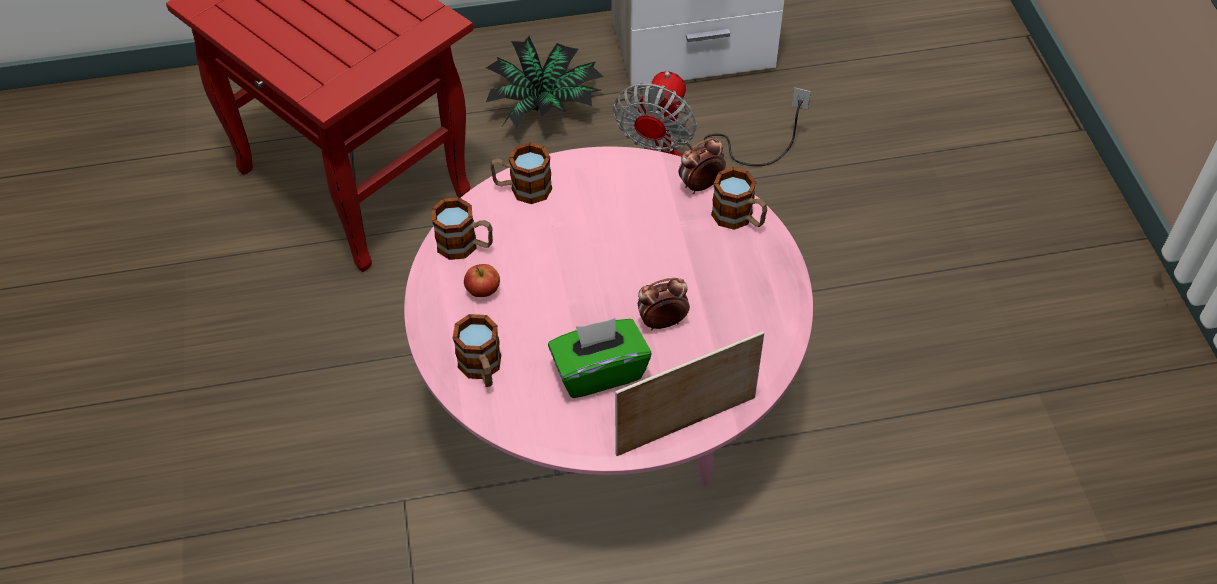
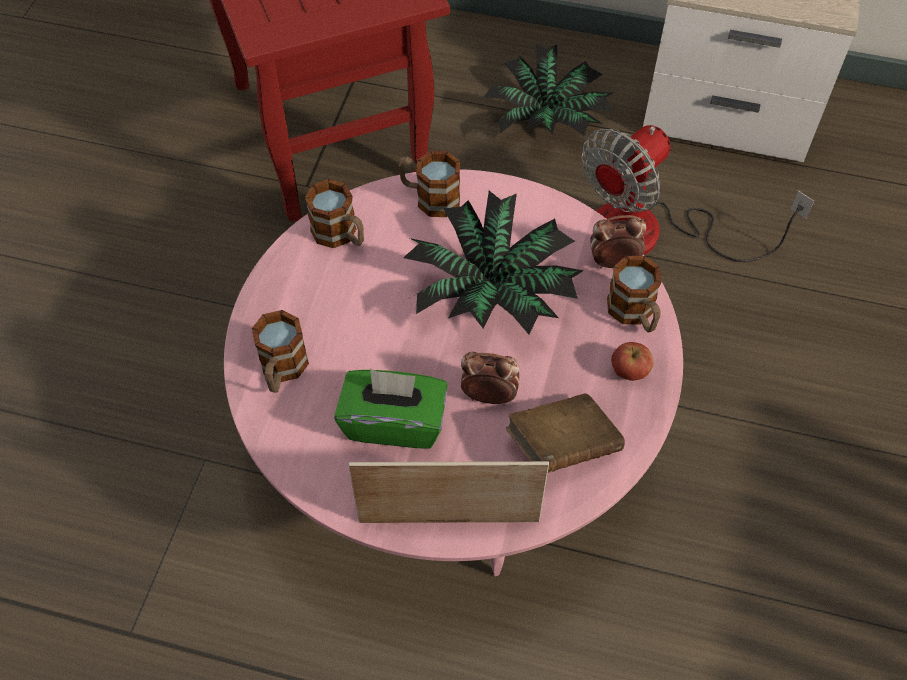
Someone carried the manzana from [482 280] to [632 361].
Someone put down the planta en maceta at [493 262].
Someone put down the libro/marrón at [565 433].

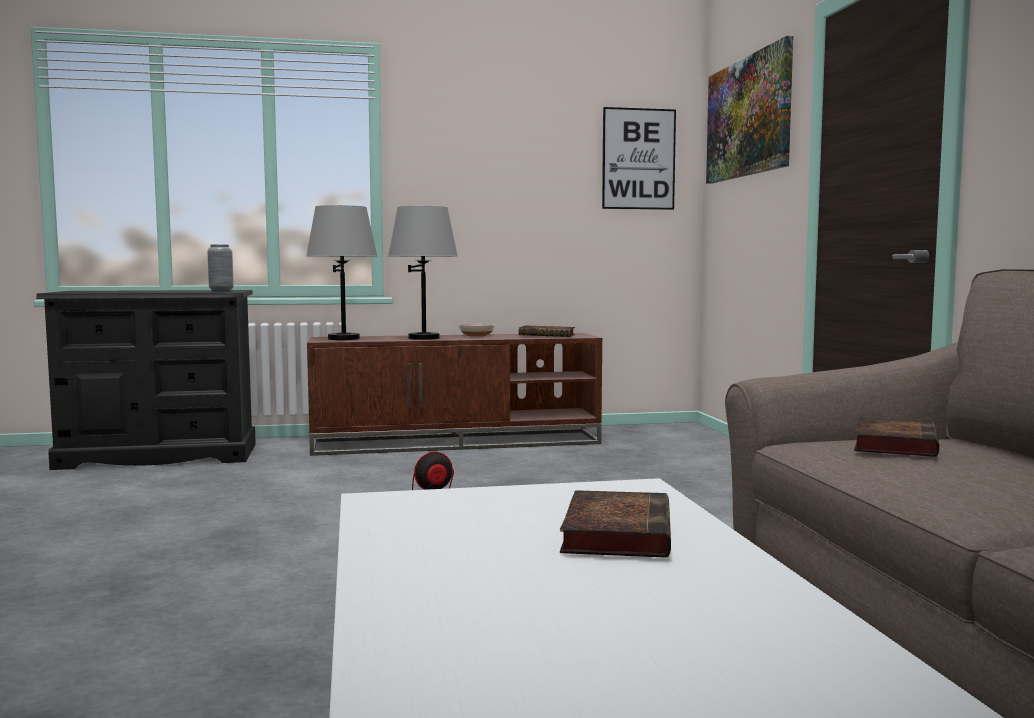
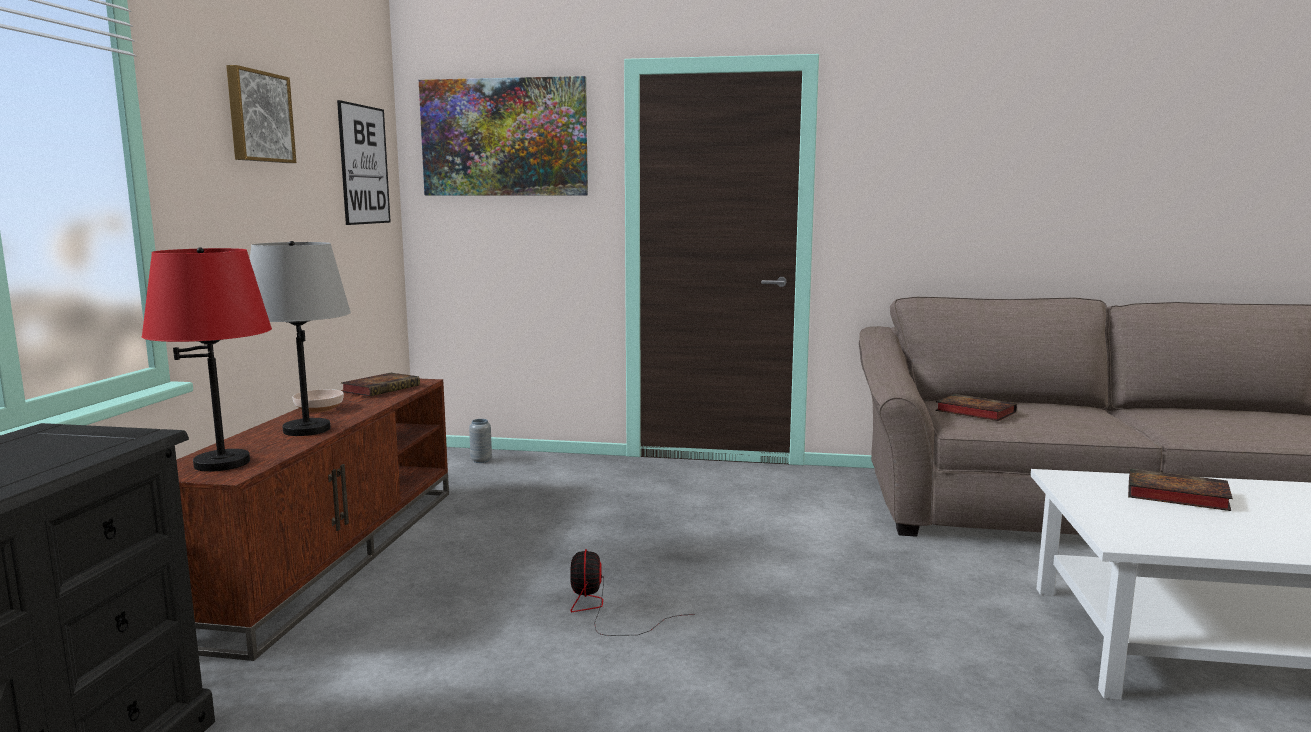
Someone carried the florero/gris from [220 268] to [480 441].
Someone repainted the lámpara de mesa/gris at [341 272], which became the lámpara de mesa/rojo at [207 360].
Someone put up the cuadro at [261 114].

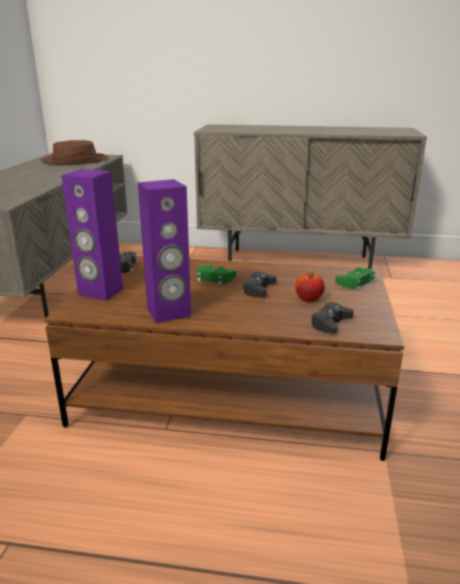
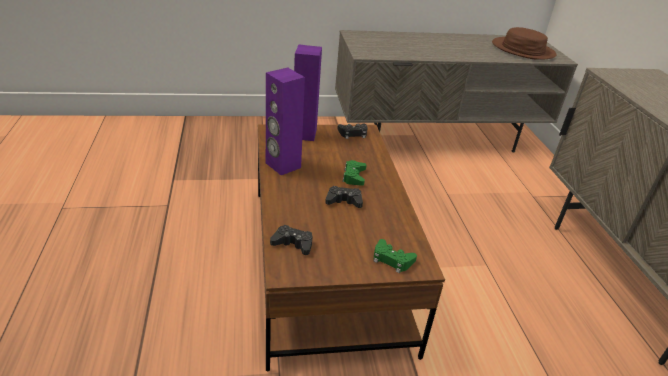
Someone took away the manzana at [310 286].

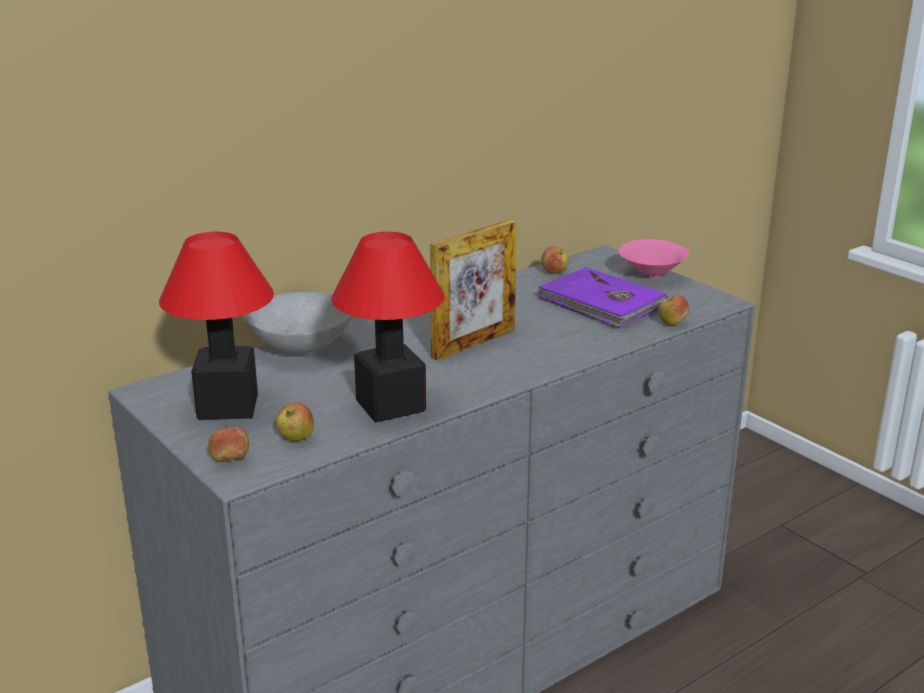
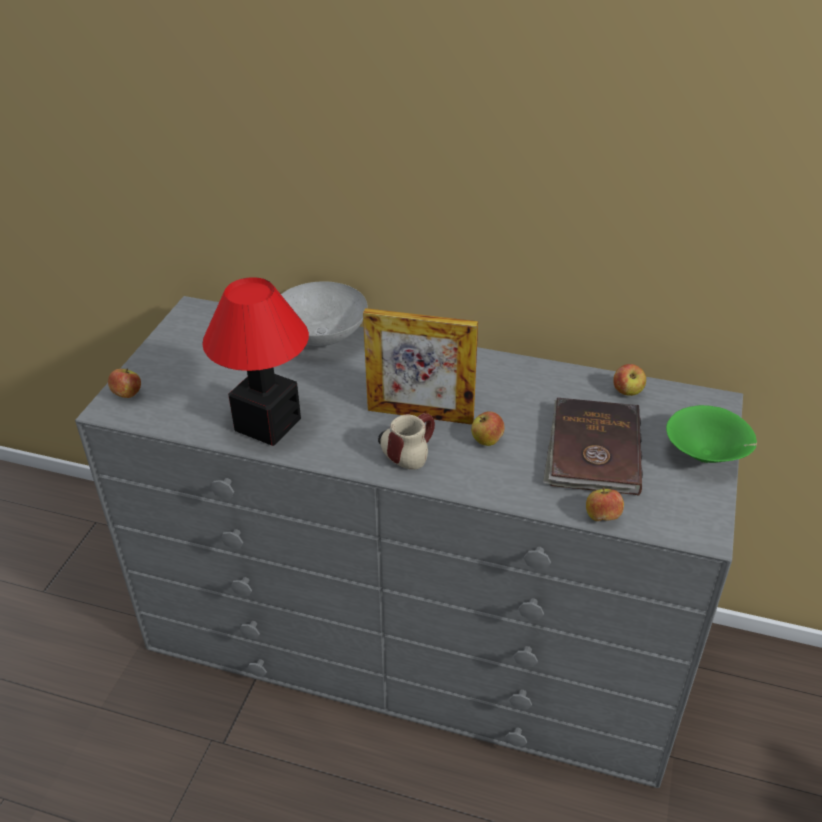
Someone took away the lámpara de mesa at [216 326].
Someone carried the manzana from [295 421] to [488 428].
Someone repainted the libro/morado at [602 297], which became the libro/marrón at [593 447].
Someone repainted the cuenco/rosa at [654 259], which became the cuenco/verde at [711 434].
Someone put down the taza grande at [406 441].

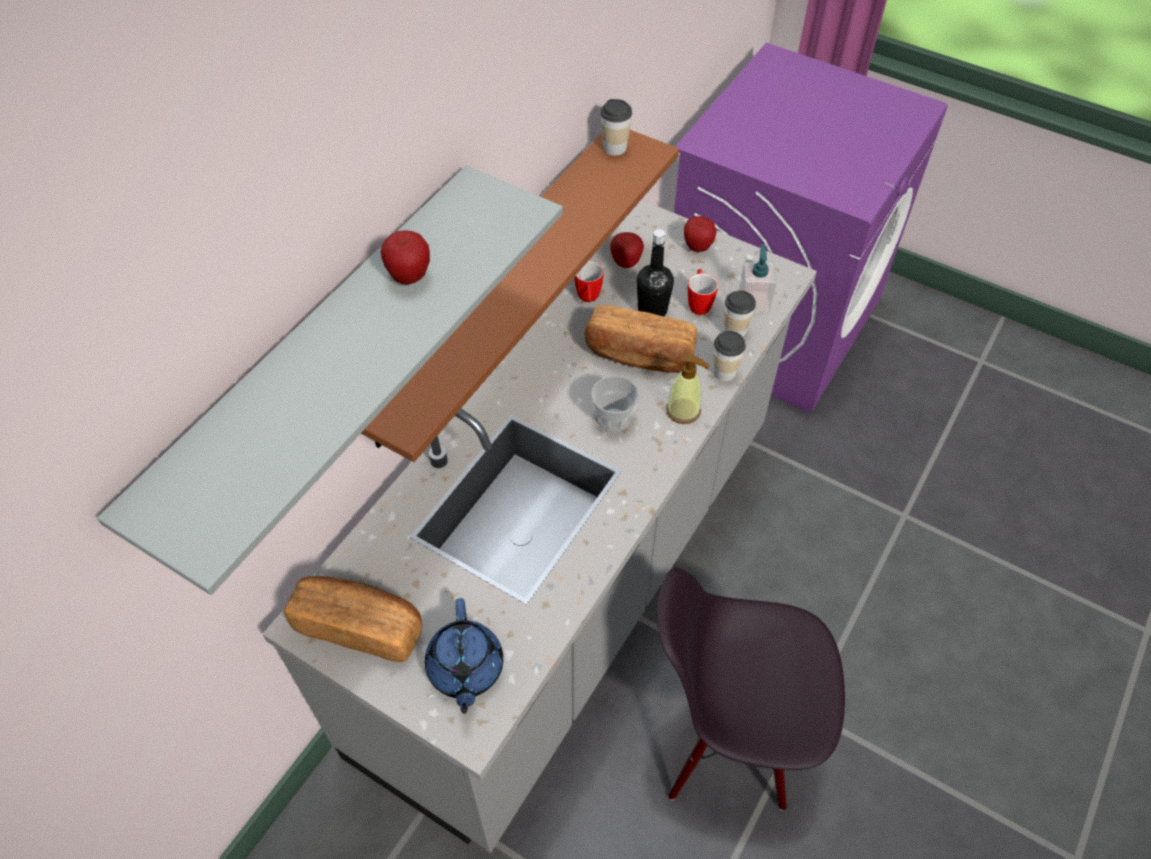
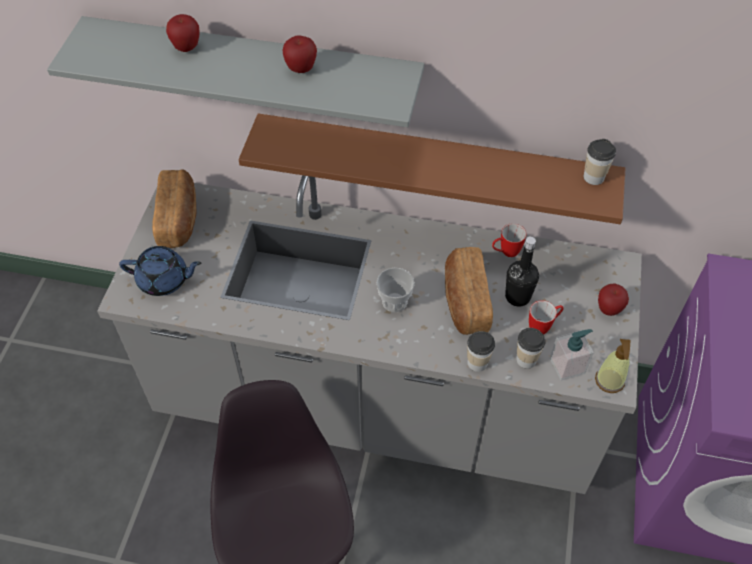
Someone rotated the tetera/azul at [464 656] by 150 degrees counterclockwise.
Someone carried the manzana from [627 250] to [183 33].
Someone carried the dispensador de jabón from [688 388] to [612 366].

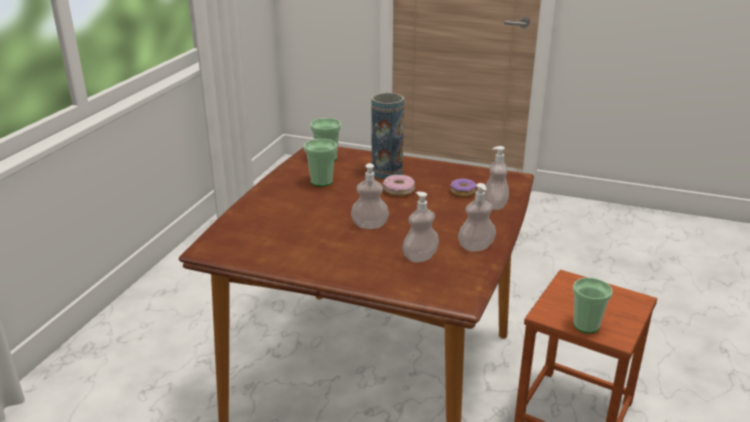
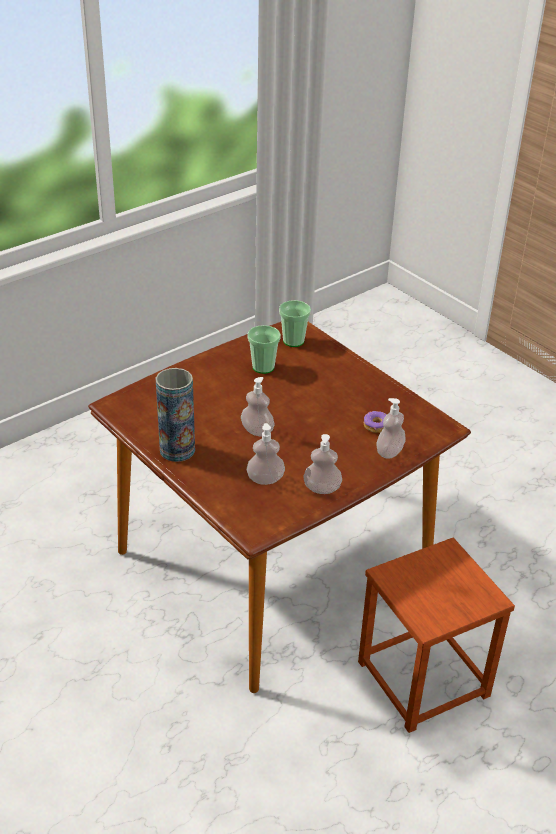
Someone carried the florero from [388 136] to [175 415].
Someone took away the rosquilla at [399 185].
Someone took away the taza at [593 305].

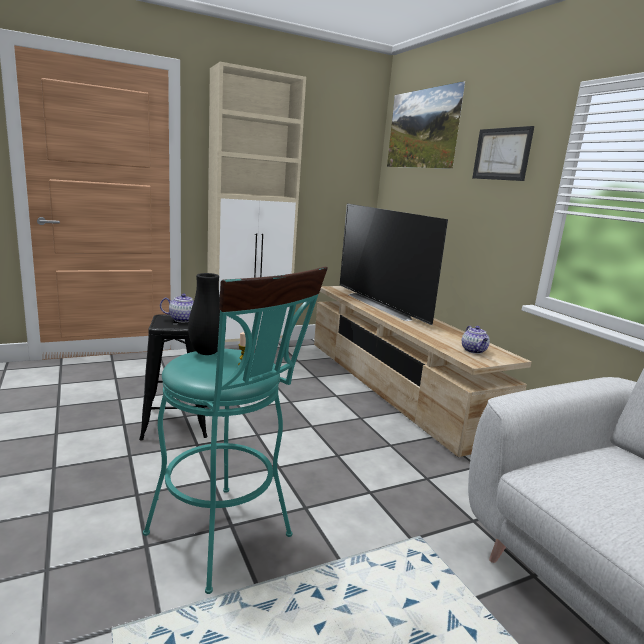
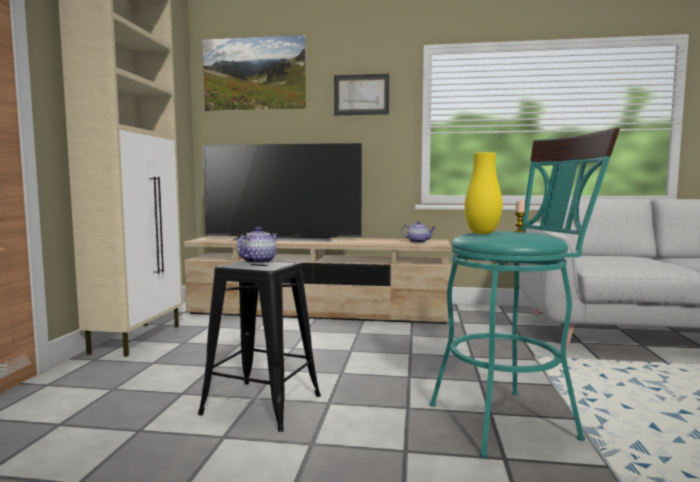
Someone repainted the florero/negro at [207 314], which became the florero/amarillo at [483 193].

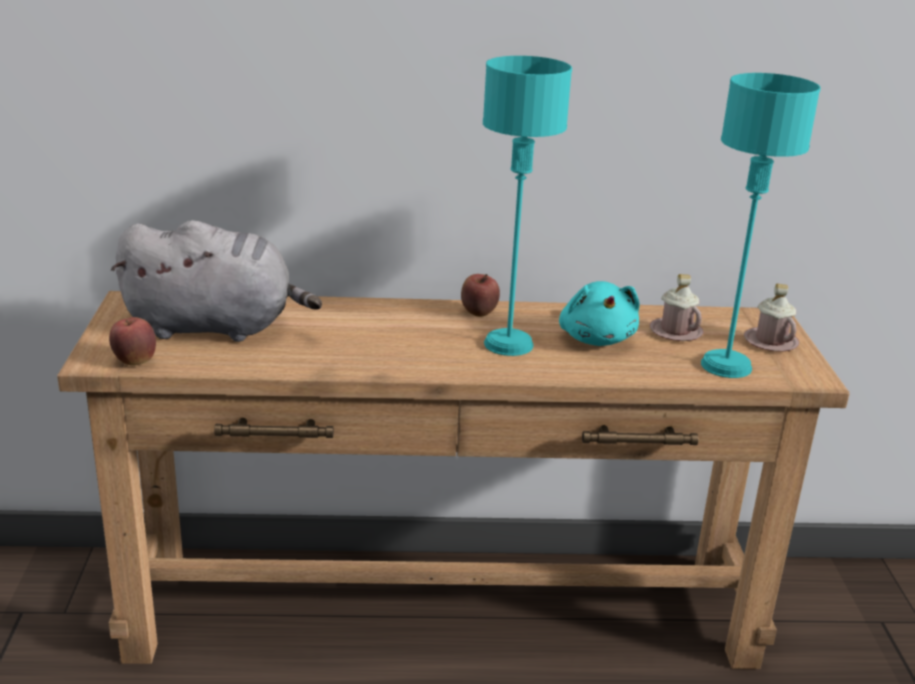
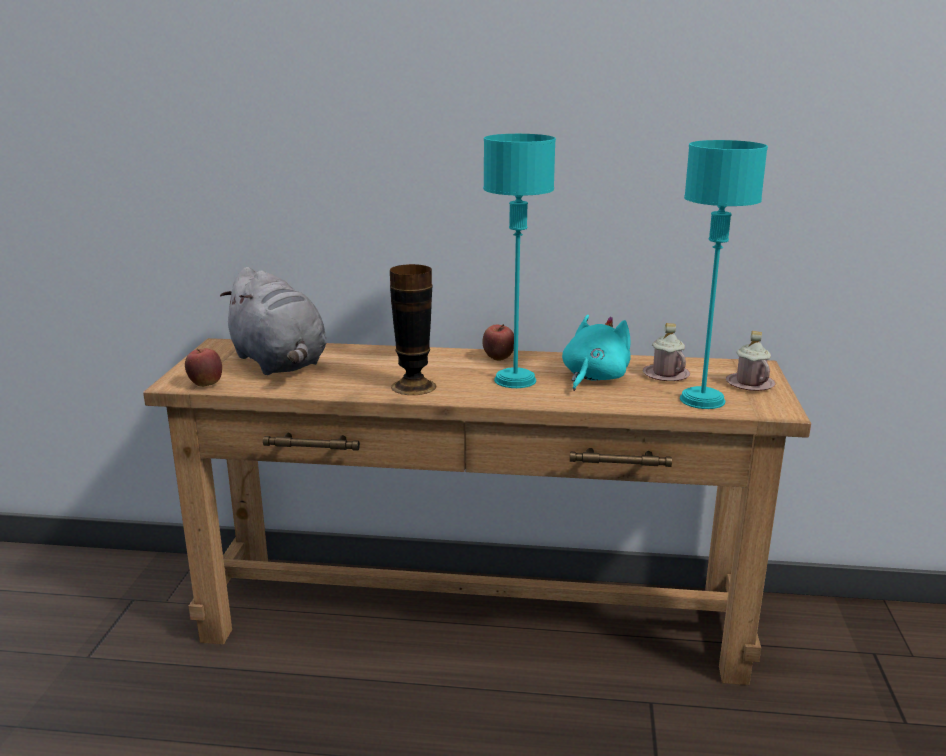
Someone rotated the peluche/gris at [216 281] by 45 degrees clockwise.
Someone rotated the peluche/turquesa at [599 313] by 150 degrees counterclockwise.
Someone put down the florero at [413 329].

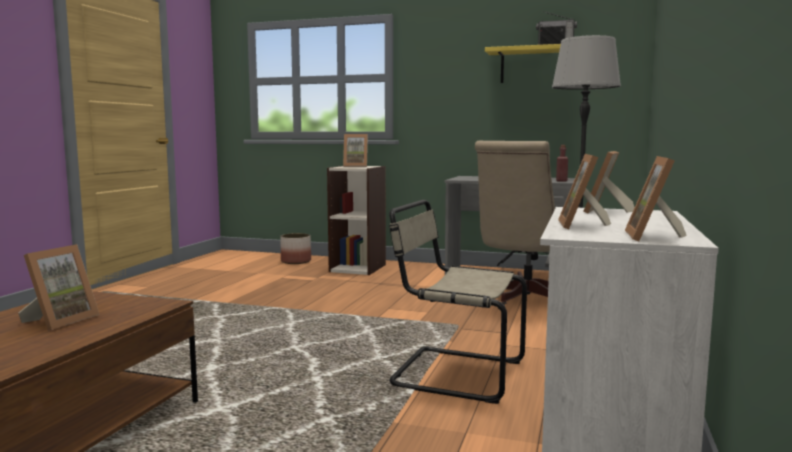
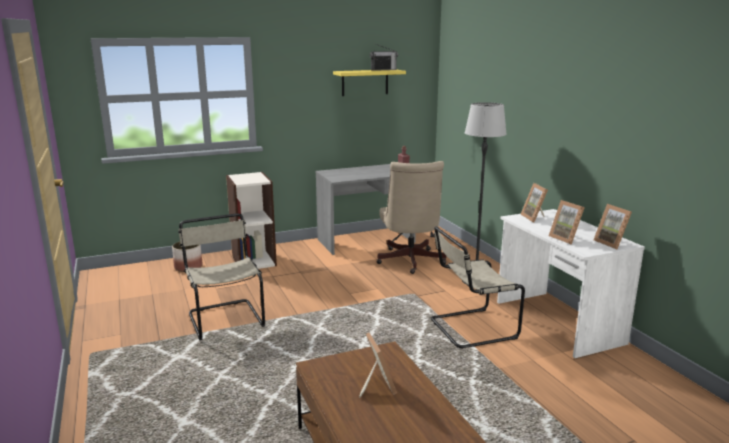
Someone took away the portarretratos at [355 150].
Someone put down the silla/beis at [221 276].

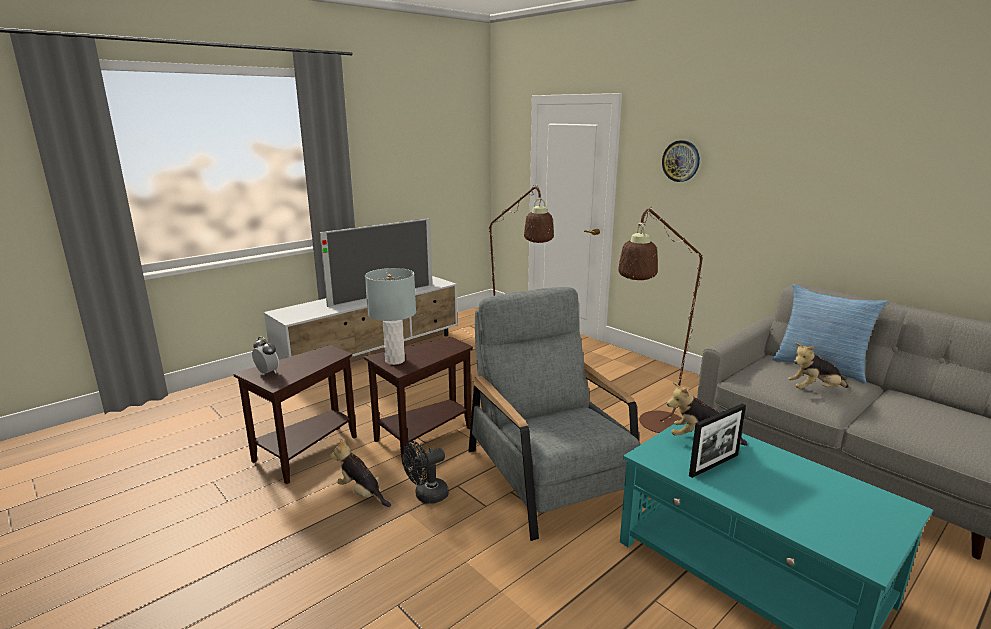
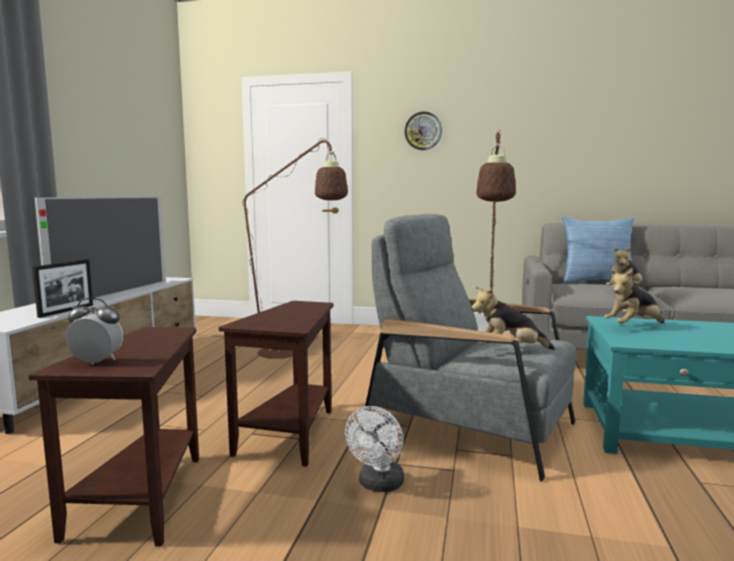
Someone carried the peluche from [360 472] to [513 318].
Someone took away the lámpara de mesa/gris at [390 316].
Someone repainted the ventilador/negro at [425 472], which became the ventilador/blanco at [374 449].
Someone carried the portarretratos from [717 441] to [62 288].

